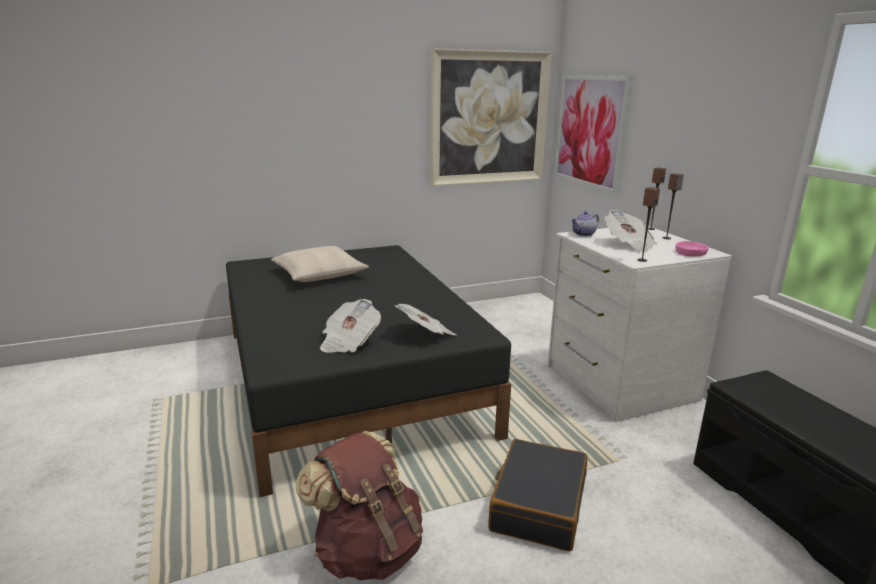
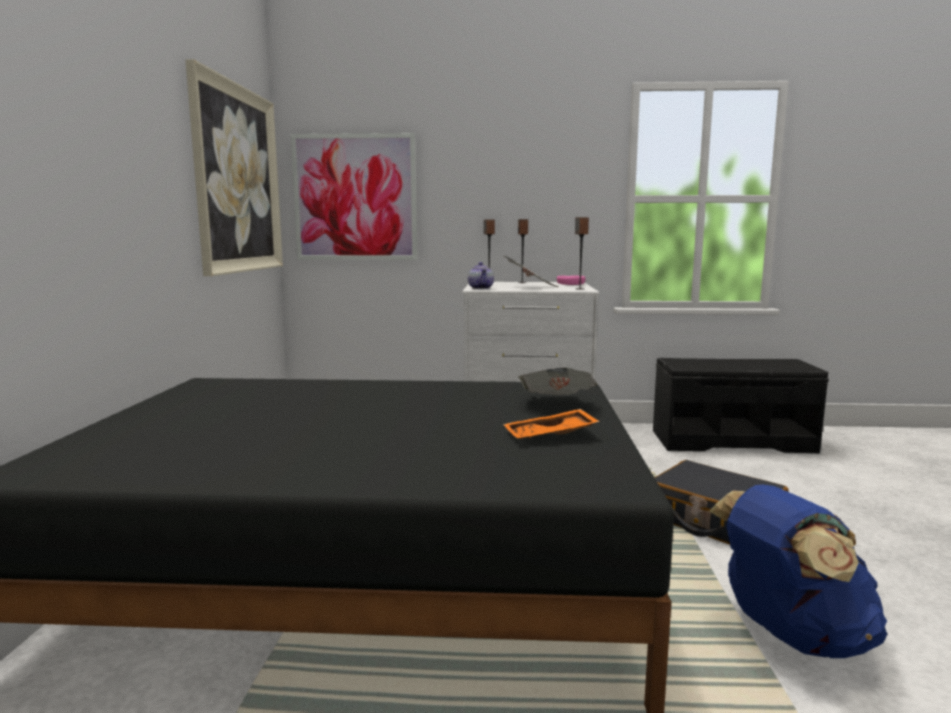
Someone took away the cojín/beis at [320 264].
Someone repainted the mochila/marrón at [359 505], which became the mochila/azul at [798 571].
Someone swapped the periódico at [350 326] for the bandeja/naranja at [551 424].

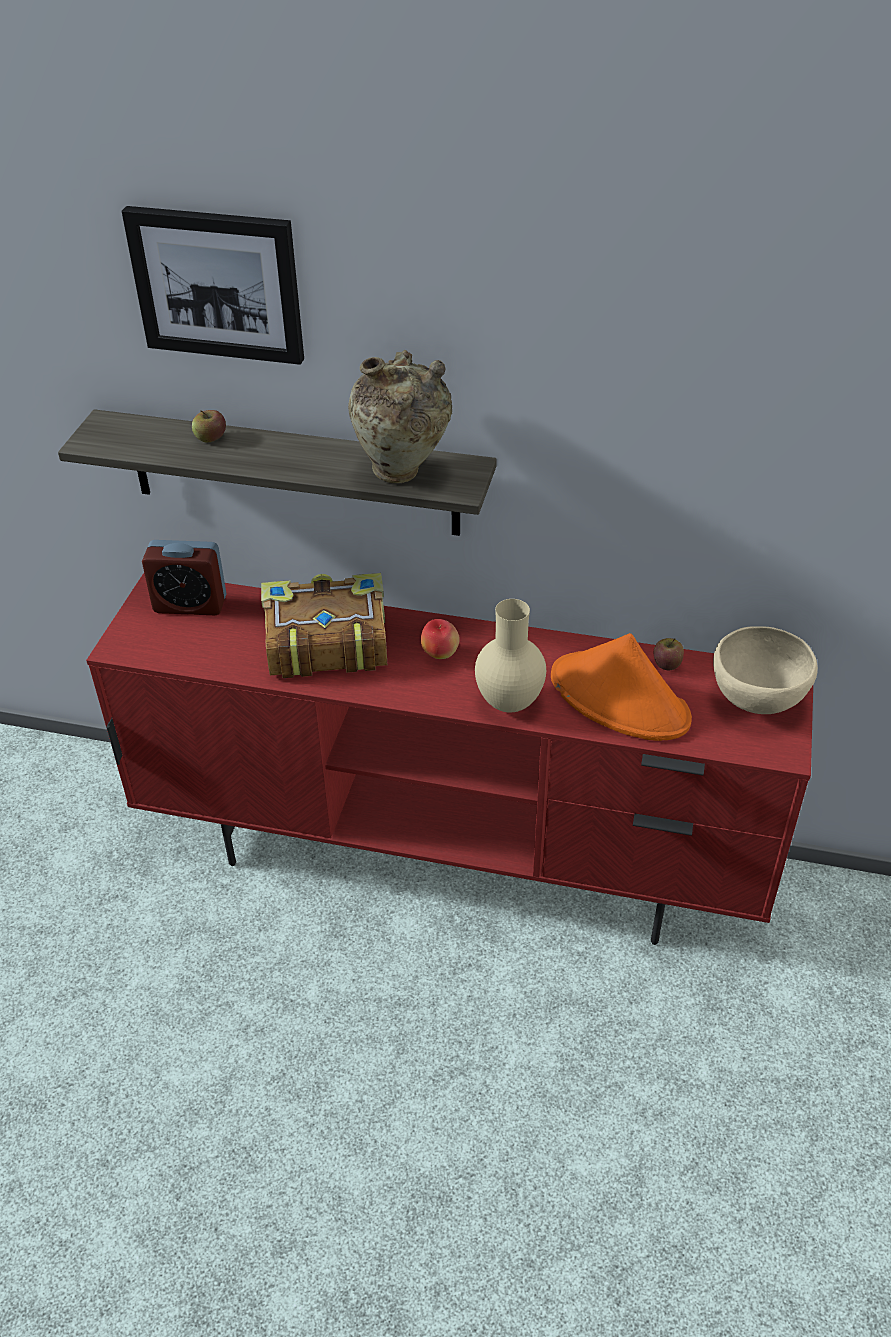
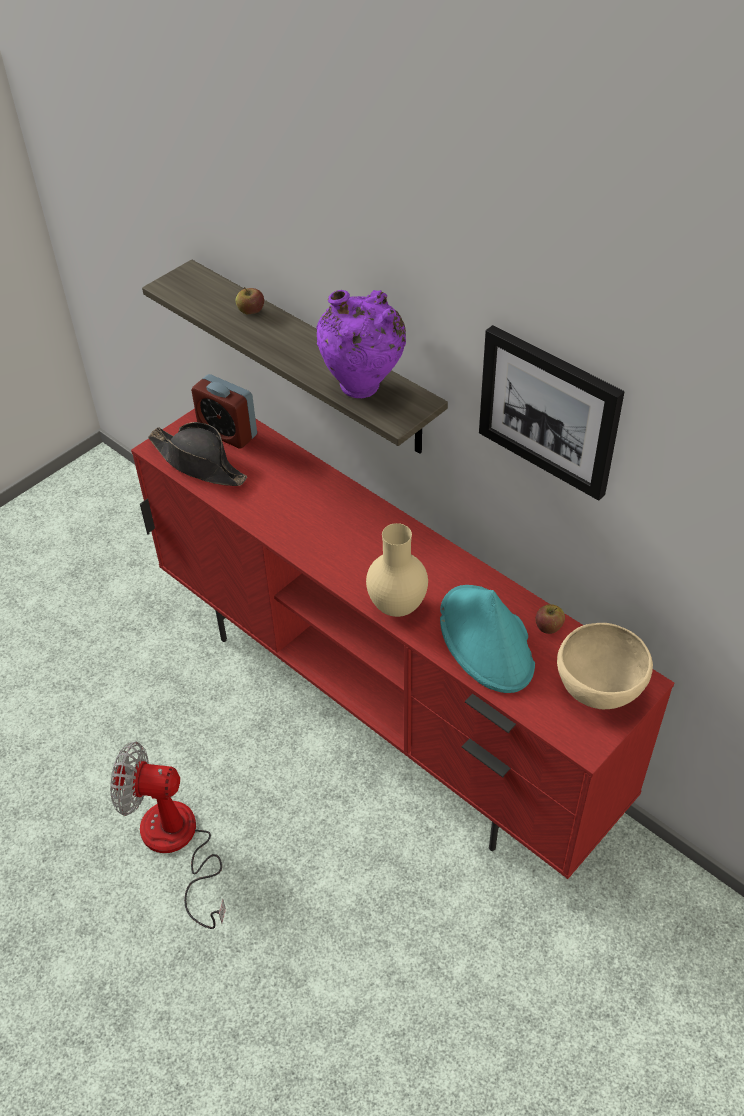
Someone carried the cuadro from [213 285] to [552 413].
Someone took away the libro at [324 625].
Someone repainted the florero/beis at [400 416], which became the florero/morado at [361 344].
Someone took away the manzana at [440 639].
Someone repainted the sombrero/naranja at [621 687], which became the sombrero/turquesa at [487 639].
Someone put down the ventilador at [168 835].
Someone put down the sombrero/negro at [197 454].

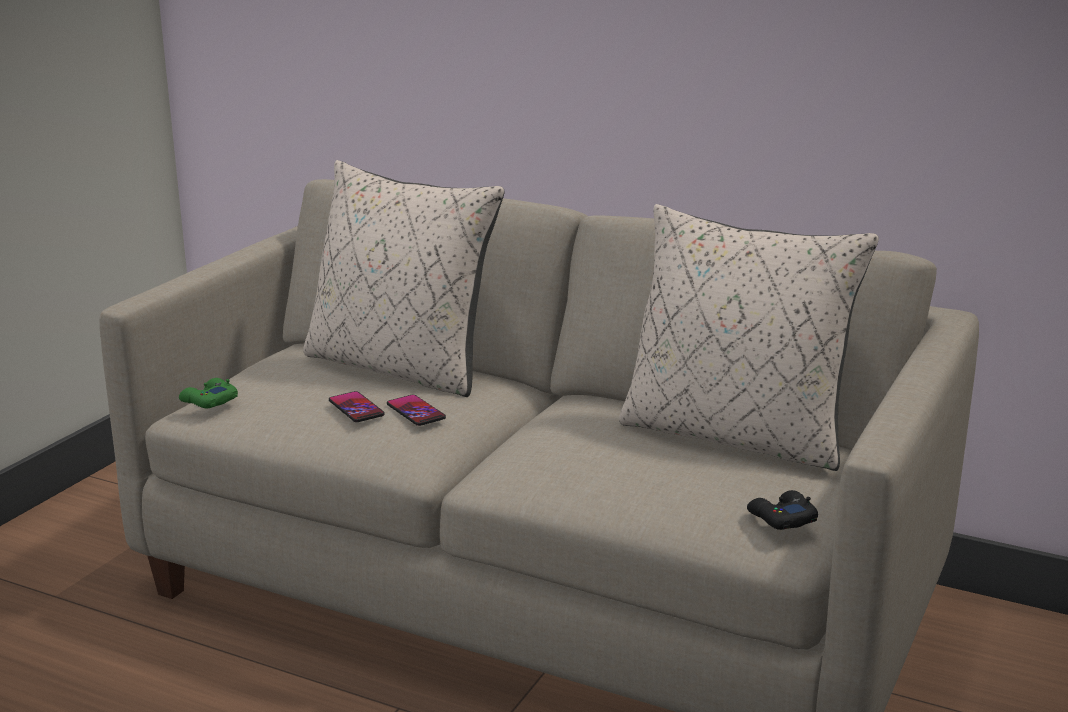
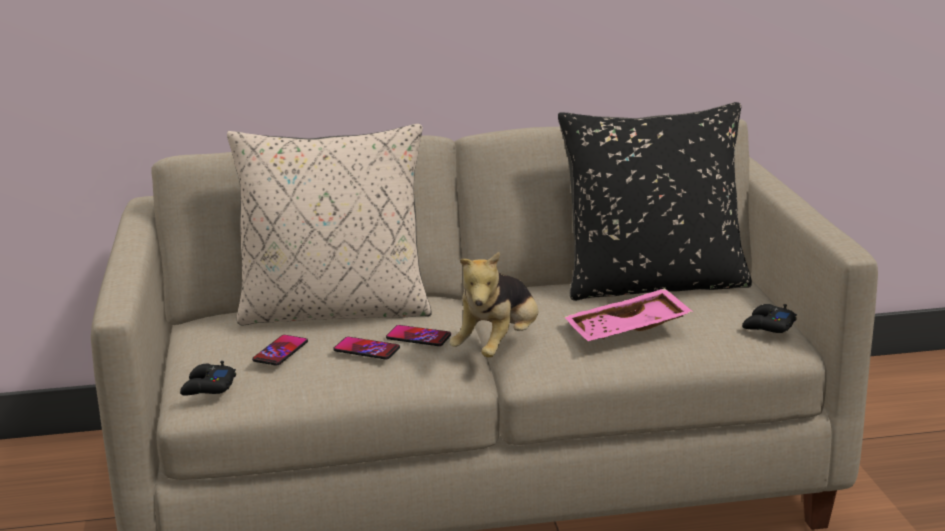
Someone repainted the mando de consola/verde at [208 393], which became the mando de consola/negro at [208 378].
Someone repainted the cojín/beis at [749 337], which became the cojín/negro at [655 201].
Someone put down the móvil at [280 350].
Someone put down the peluche at [493 304].
Someone put down the bandeja/rosa at [628 314].

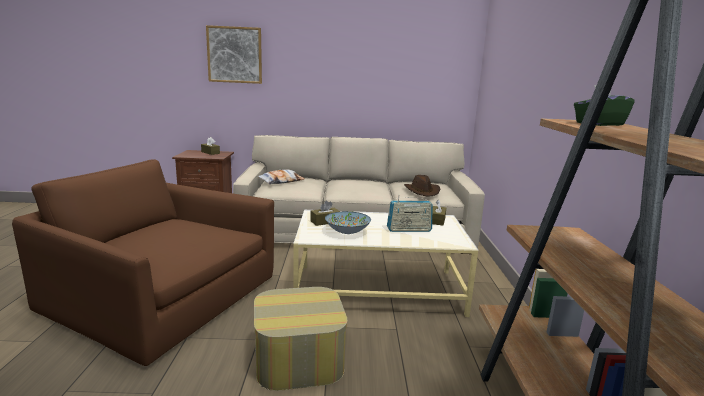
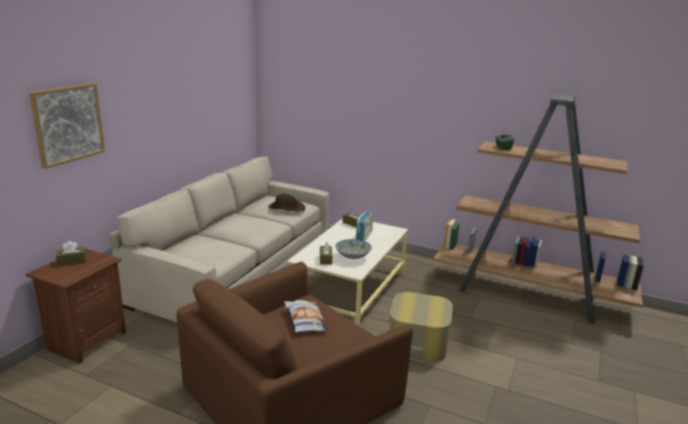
Someone carried the cojín from [281 176] to [306 316].

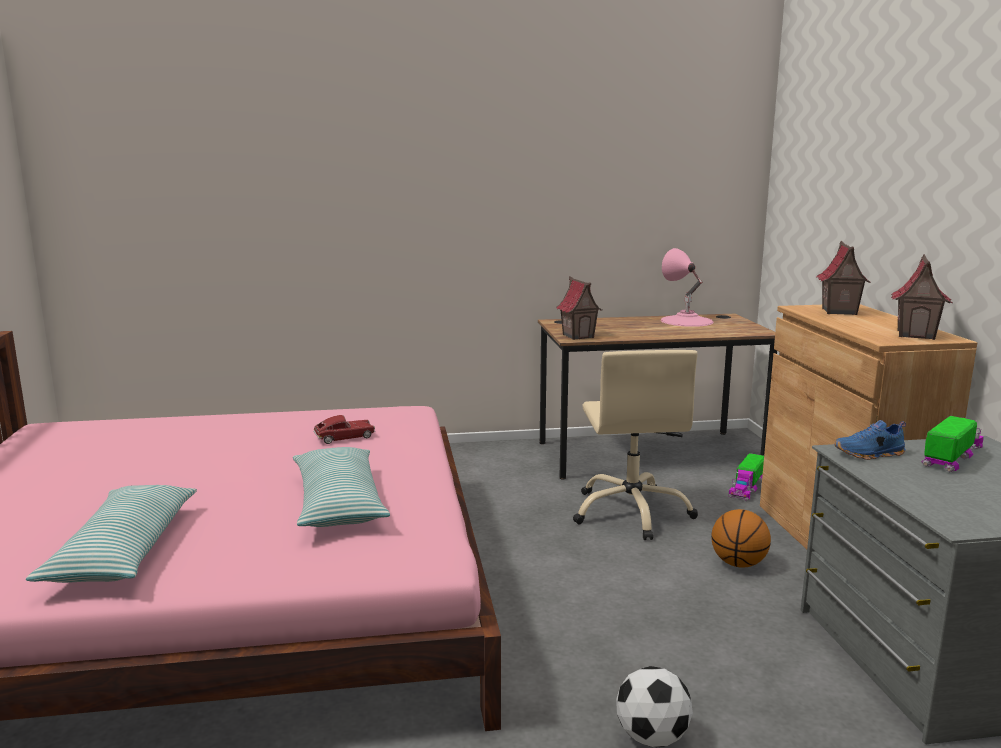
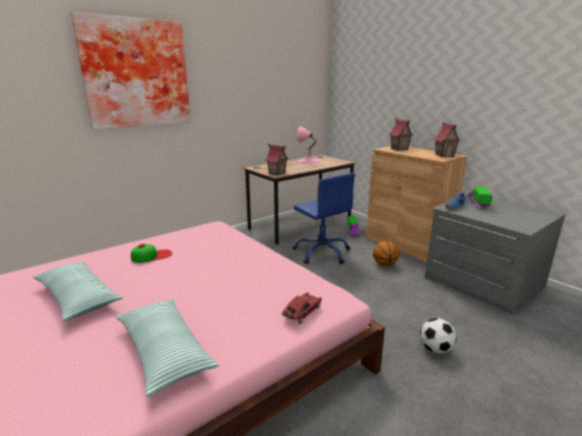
Someone carried the cojín from [341 487] to [77 291].
Someone carried the coche de juguete from [344 429] to [302 308].
Someone repainted the silla de oficina/beis at [635 445], which became the silla de oficina/azul at [324 218].
Someone put up the cuadro at [131 71].
Someone put down the gorra at [152 253].

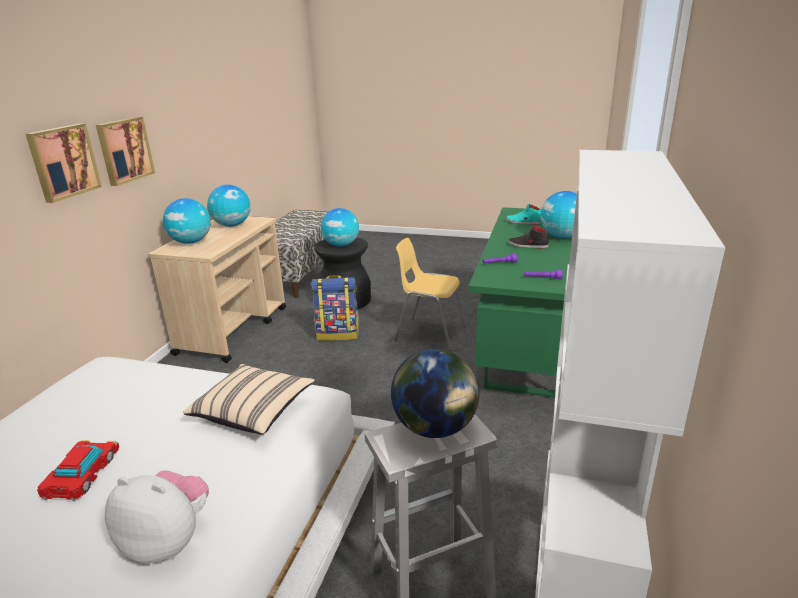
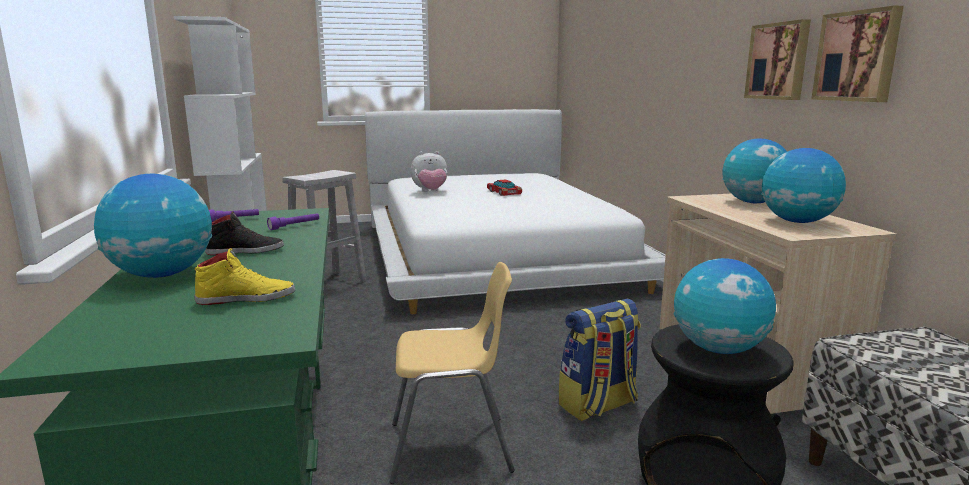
Someone carried the cuadro from [64 163] to [858 53].
Someone took away the cojín/beis at [249 399].
Someone took away the globo terráqueo at [435 393].
Someone repainted the zapato/turquesa at [523 214], which became the zapato/amarillo at [244 276].

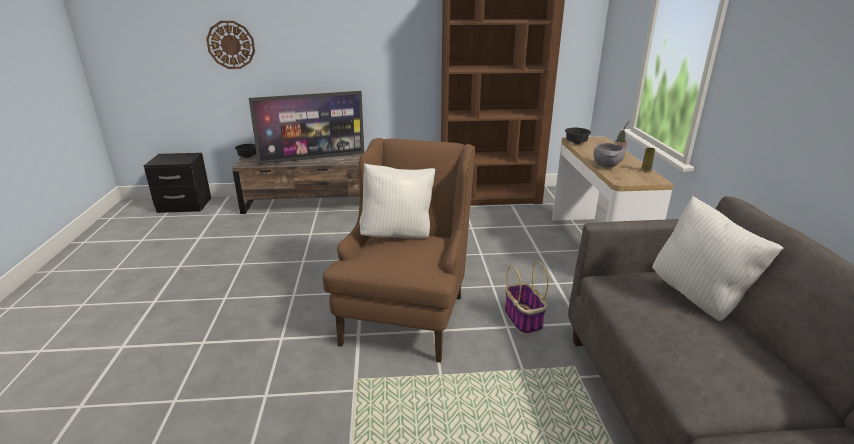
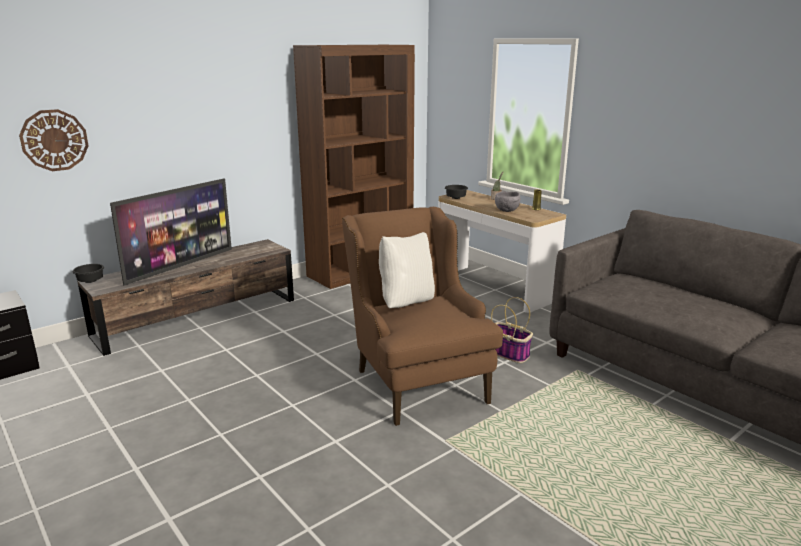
Someone took away the cojín/blanco at [717 258].

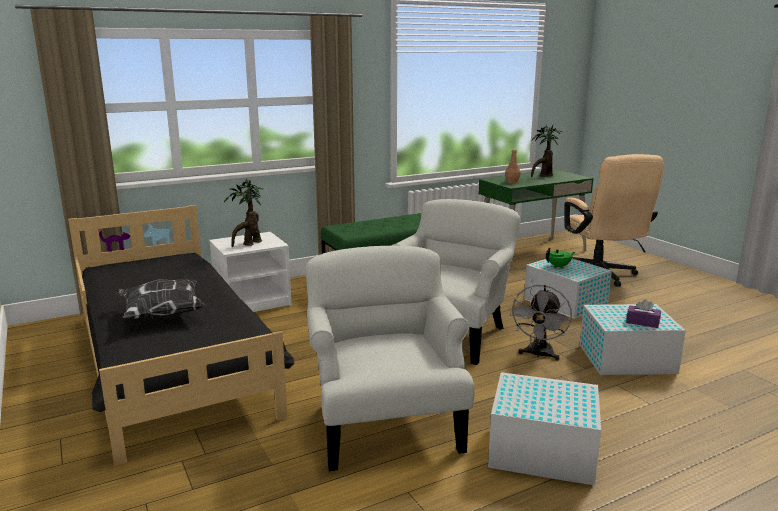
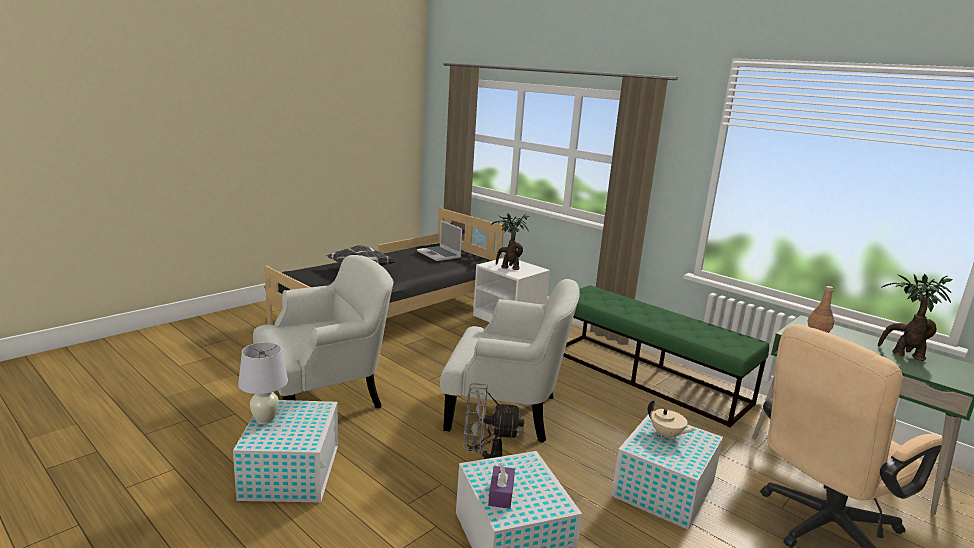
Someone repainted the tetera/verde at [560 258], which became the tetera/beis at [671 419].
Someone put down the lámpara de mesa/blanco at [263 383].
Someone put down the portátil at [439 240].

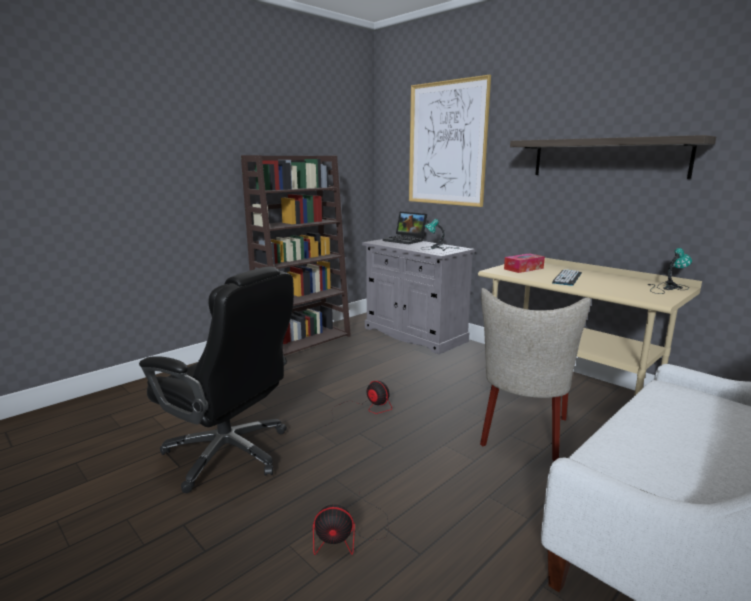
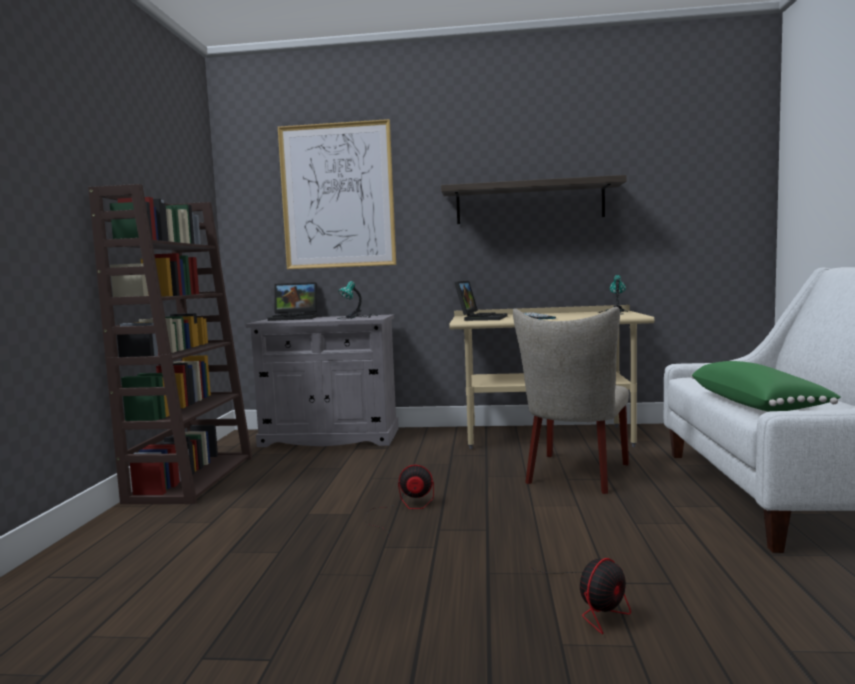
Someone took away the silla de oficina/negro at [216 379].
Someone rotated the silla/beis at [535 374] by 45 degrees clockwise.
Someone swapped the caja de pañuelos at [524 263] for the portátil at [481 301].
Someone put down the cojín/verde at [766 386].

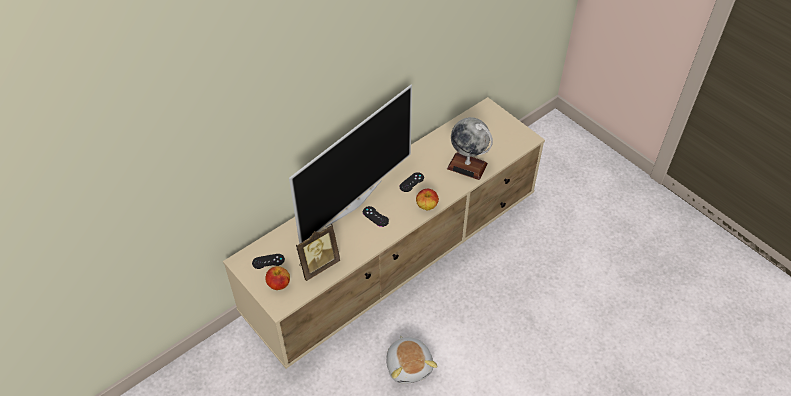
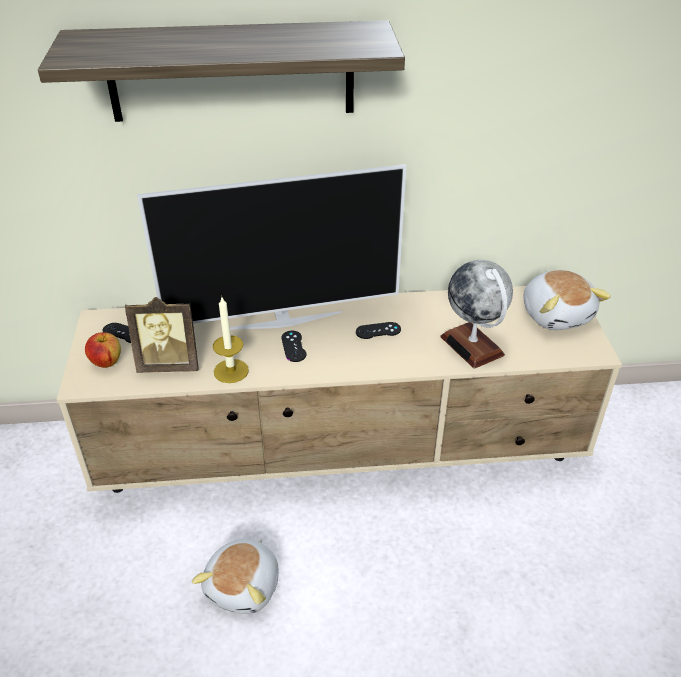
Someone took away the manzana at [427 199].
Someone put up the estante at [221 71].
Someone put down the vela at [231 340].
Someone put down the peluche at [567 300].

